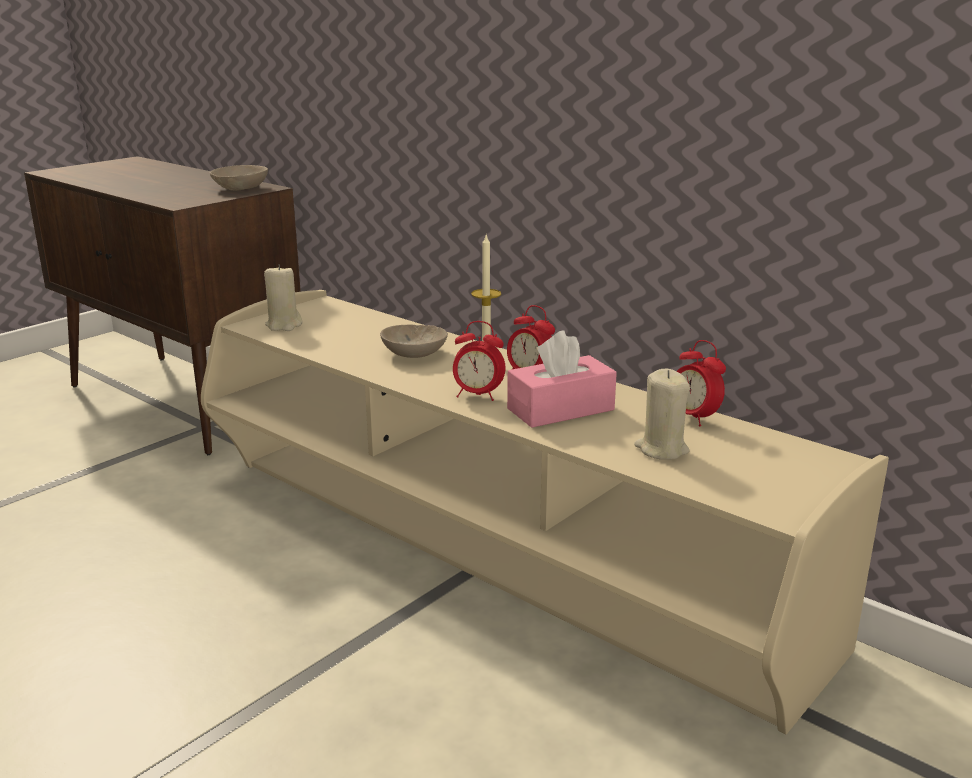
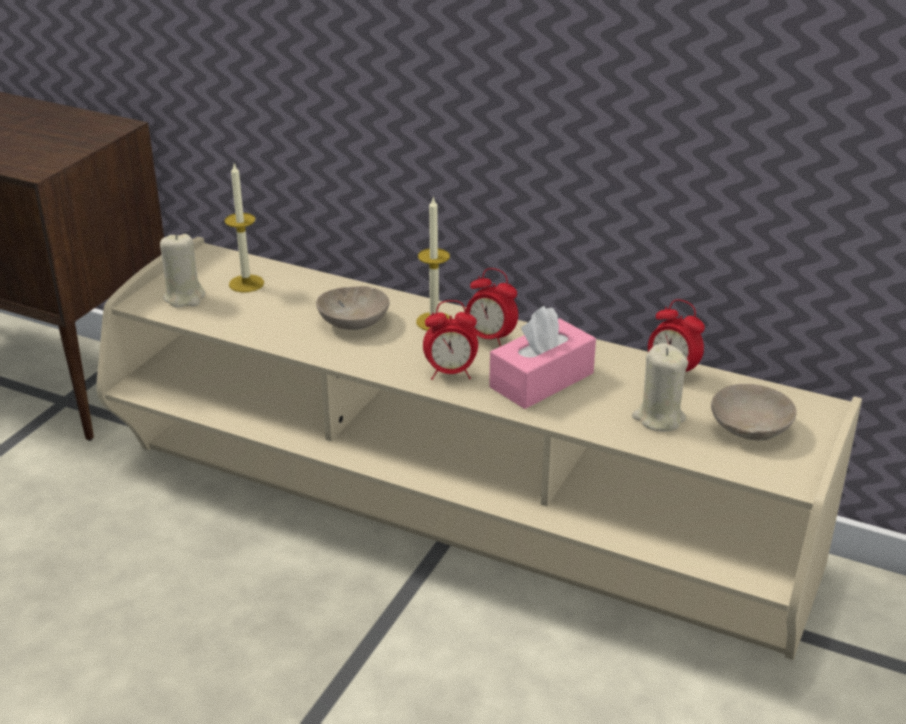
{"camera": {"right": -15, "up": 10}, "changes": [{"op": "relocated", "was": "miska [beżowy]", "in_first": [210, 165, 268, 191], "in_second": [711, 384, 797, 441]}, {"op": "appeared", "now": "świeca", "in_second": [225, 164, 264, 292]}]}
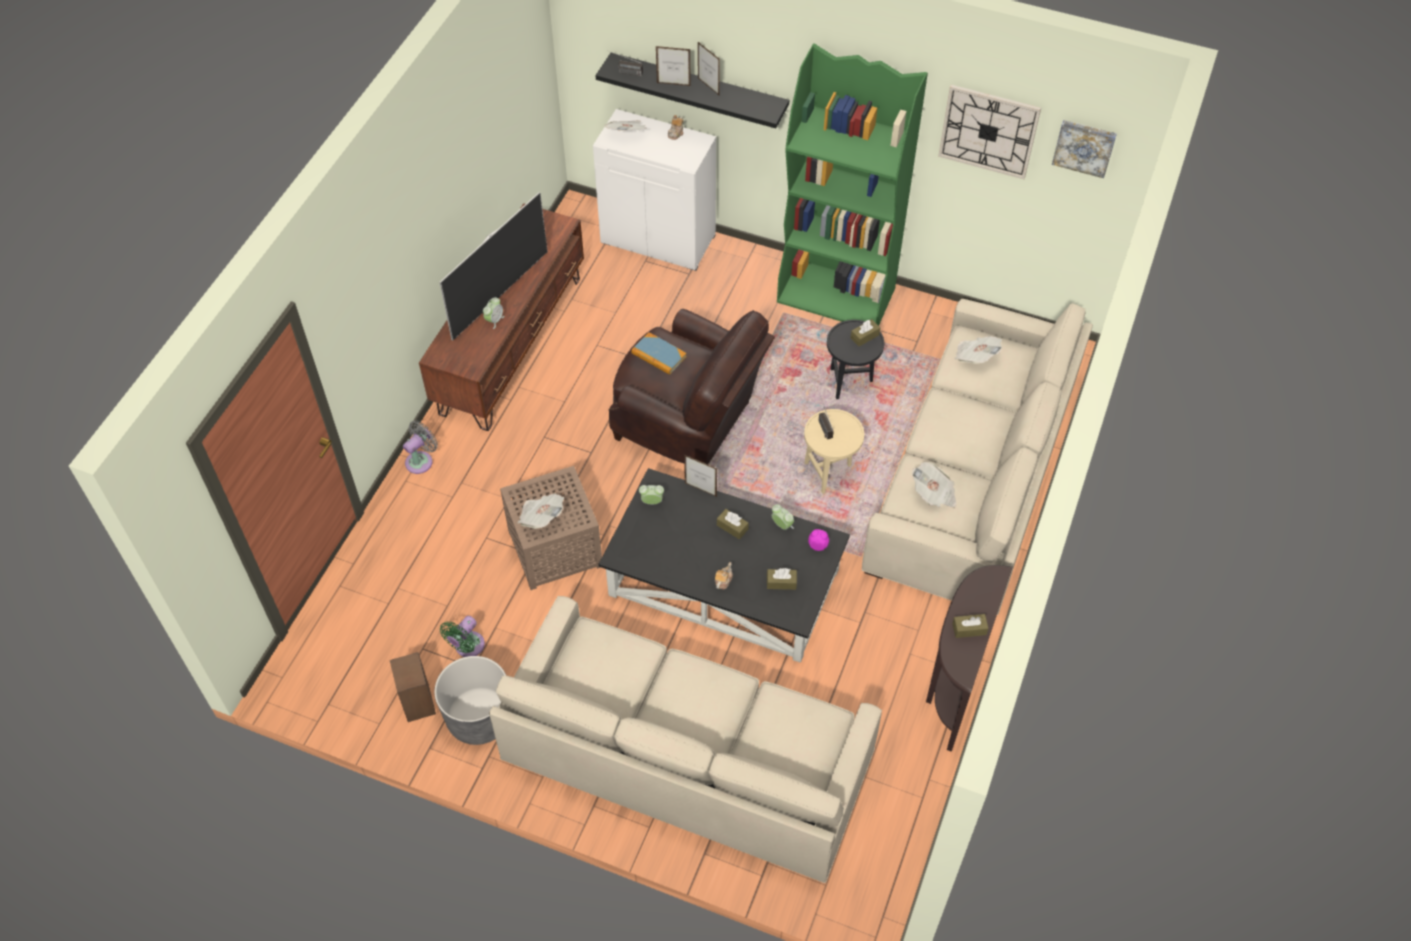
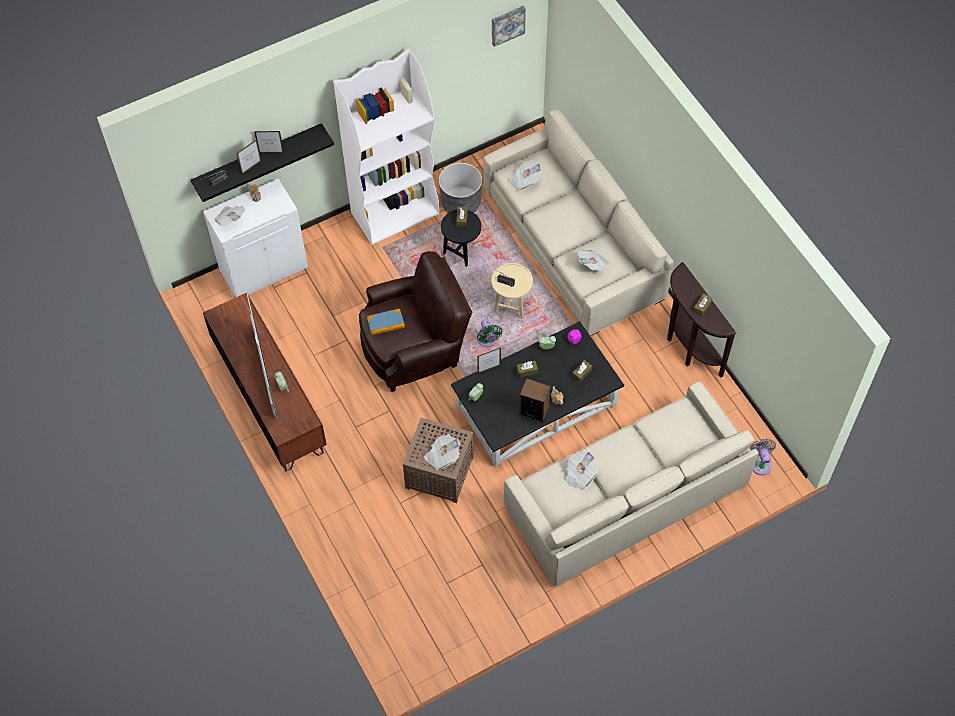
{"camera": {"right": -50, "up": 5}, "changes": [{"op": "relocated", "was": "głośnik", "in_first": [390, 652, 436, 722], "in_second": [519, 378, 550, 423]}, {"op": "relocated", "was": "wentylator [szary]", "in_first": [403, 421, 438, 474], "in_second": [750, 439, 776, 475]}, {"op": "relocated", "was": "donica [szary]", "in_first": [434, 656, 506, 745], "in_second": [439, 163, 482, 213]}, {"op": "relocated", "was": "wentylator [zielony]", "in_first": [440, 616, 485, 657], "in_second": [477, 319, 502, 347]}, {"op": "colour", "was": "regał [zielony]", "now": "regał [biały]", "in_first": [777, 43, 928, 326], "in_second": [333, 49, 439, 245]}, {"op": "missing", "was": "zegar ścienny", "in_first": [938, 85, 1041, 179]}, {"op": "appeared", "now": "gazeta", "in_second": [564, 451, 599, 490]}]}
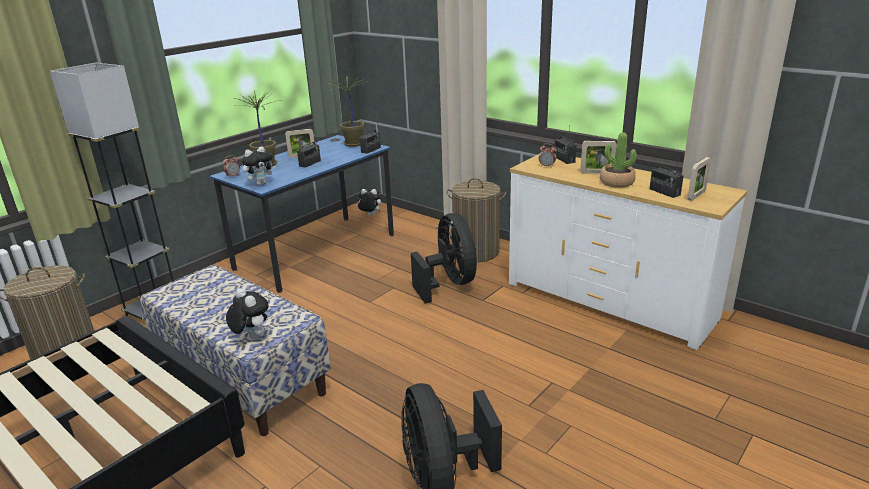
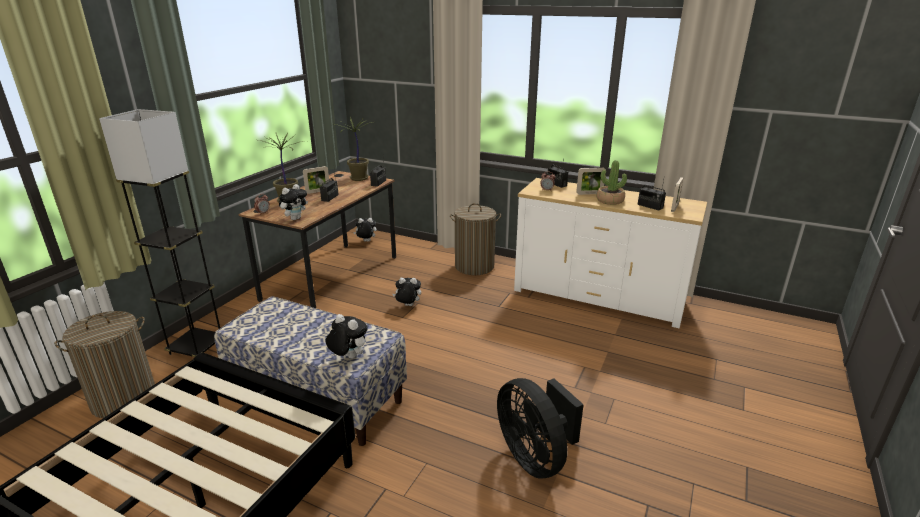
{"camera": {"right": -15, "up": 0}, "changes": [{"op": "colour", "was": "biurko [niebieski]", "now": "biurko [brązowy]", "in_first": [210, 135, 394, 293], "in_second": [238, 171, 396, 308]}, {"op": "missing", "was": "wentylator [czarny]", "in_first": [411, 213, 477, 303]}, {"op": "appeared", "now": "pluszak", "in_second": [393, 278, 421, 306]}]}
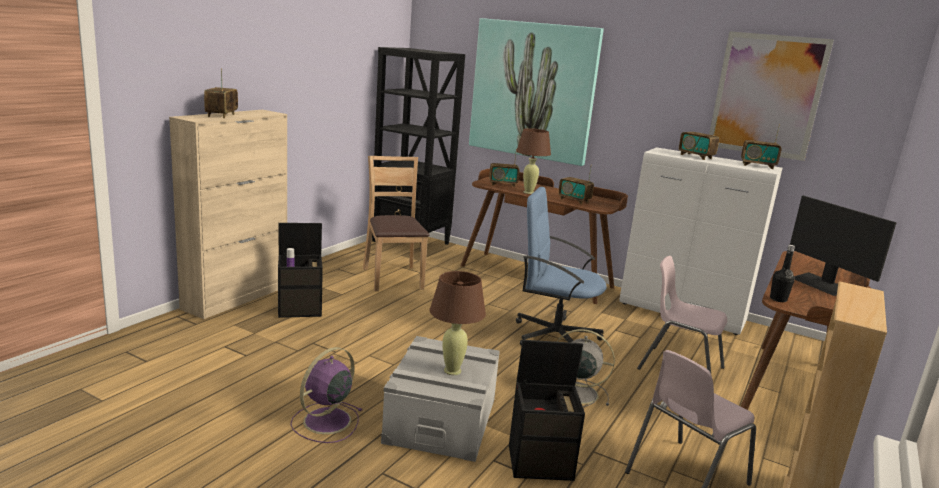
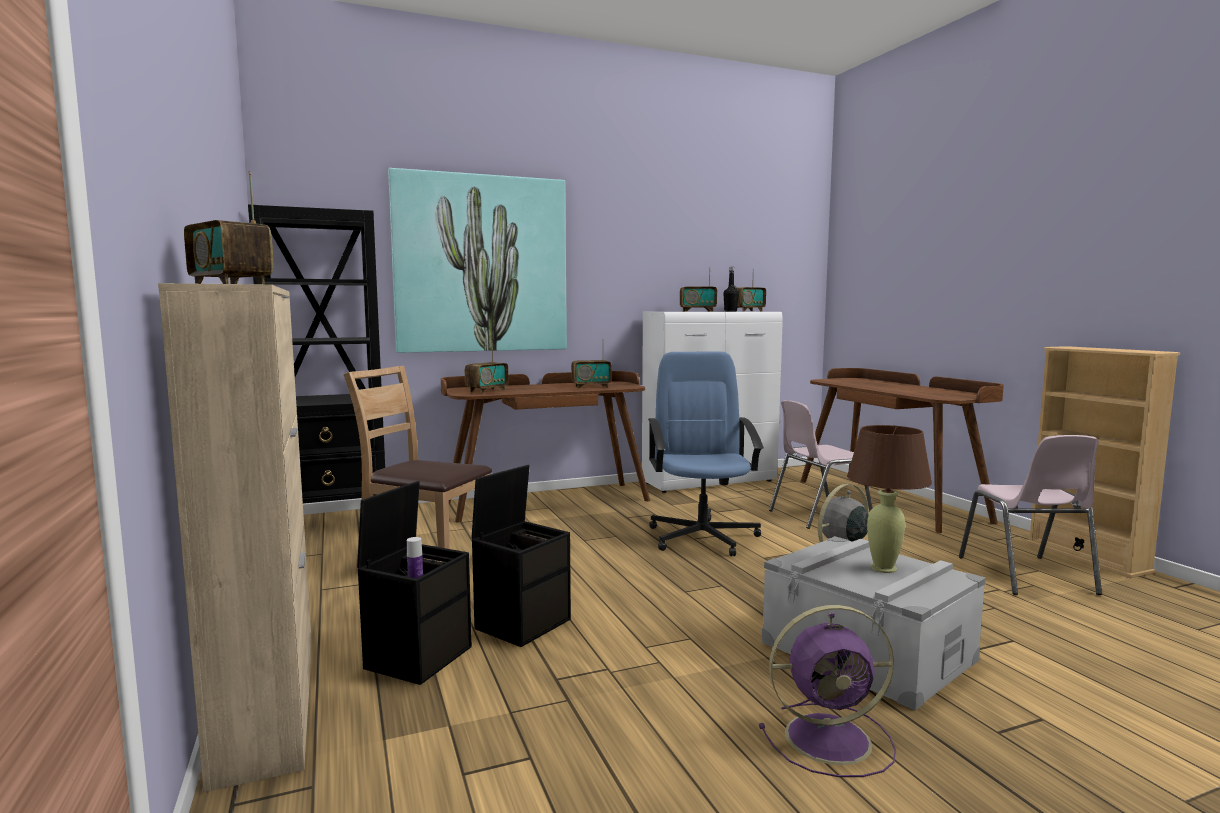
{"camera": {"right": -50, "up": -10}, "changes": [{"op": "spun", "was": "wentylator [fioletowy]", "in_first": [290, 347, 362, 443], "in_second": [759, 605, 896, 777], "clockwise": -75}, {"op": "relocated", "was": "pojemnik do przechowywania [czarny]", "in_first": [509, 340, 585, 481], "in_second": [471, 465, 571, 647]}, {"op": "missing", "was": "lampa stołowa [brązowy]", "in_first": [516, 128, 551, 194]}, {"op": "spun", "was": "krzesło biurowe [niebieski]", "in_first": [516, 187, 607, 346], "in_second": [648, 352, 764, 556], "clockwise": 120}, {"op": "missing", "was": "obraz", "in_first": [709, 31, 834, 161]}, {"op": "relocated", "was": "butelka [czarny]", "in_first": [770, 245, 795, 302], "in_second": [723, 267, 739, 312]}, {"op": "missing", "was": "monitor", "in_first": [790, 196, 897, 296]}]}
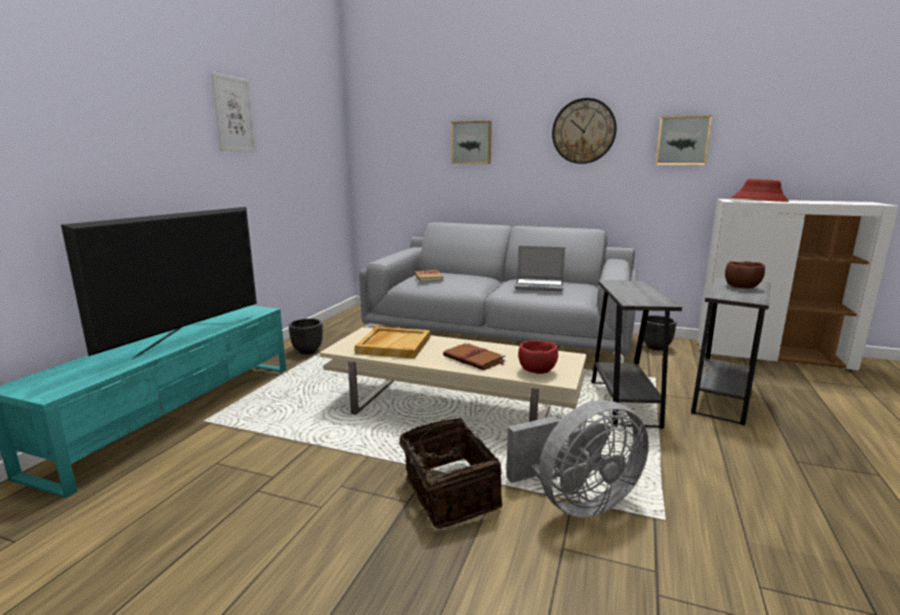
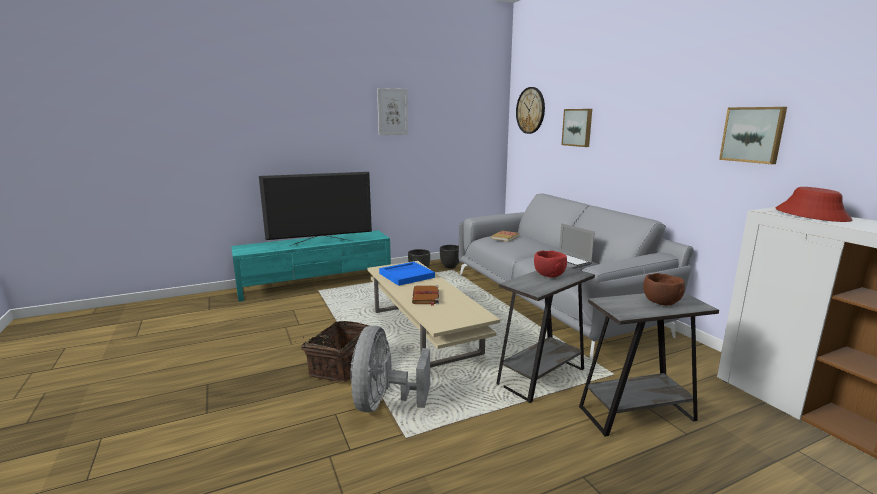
{"camera": {"right": 45, "up": 0}, "changes": [{"op": "colour", "was": "taca [beżowy]", "now": "taca [niebieski]", "in_first": [355, 327, 430, 359], "in_second": [379, 262, 435, 286]}, {"op": "spun", "was": "wentylator [szary]", "in_first": [506, 400, 649, 518], "in_second": [350, 326, 430, 412], "clockwise": 75}, {"op": "relocated", "was": "miska [czerwony]", "in_first": [518, 340, 558, 374], "in_second": [534, 251, 567, 278]}, {"op": "relocated", "was": "zegar ścienny", "in_first": [552, 98, 617, 164], "in_second": [516, 87, 545, 134]}, {"op": "relocated", "was": "donica [czarny]", "in_first": [643, 315, 676, 350], "in_second": [440, 245, 460, 268]}]}
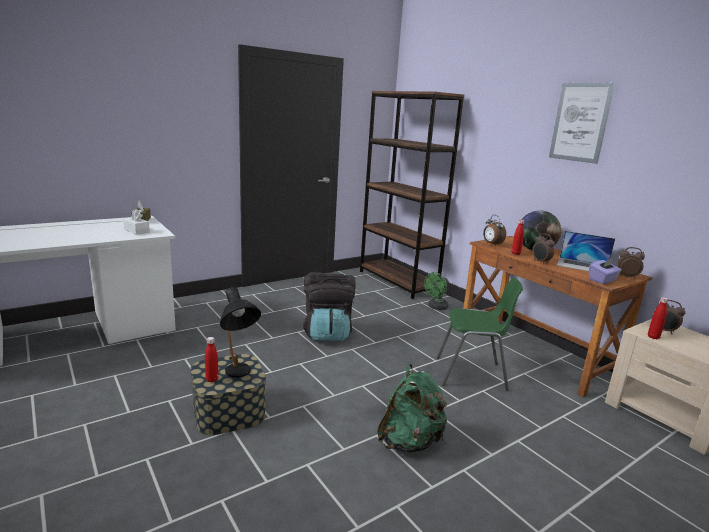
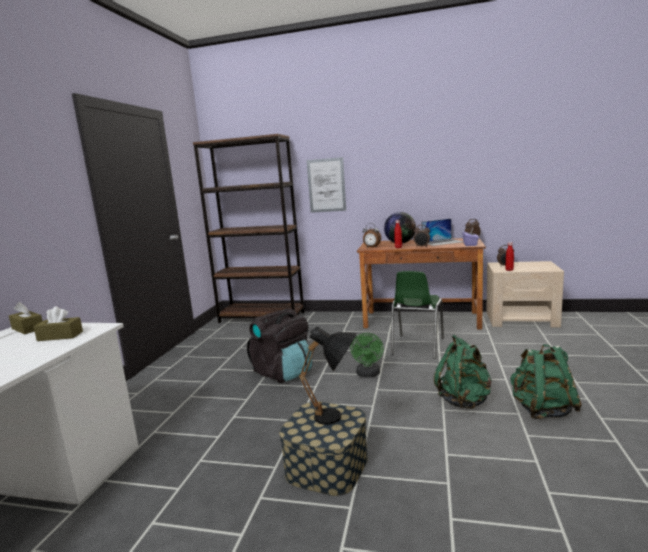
{"camera": {"right": -40, "up": -5}, "changes": [{"op": "colour", "was": "pudełko chusteczek [biały]", "now": "pudełko chusteczek [brązowy]", "in_first": [123, 209, 150, 235], "in_second": [33, 307, 83, 341]}, {"op": "missing", "was": "butelka [czerwony]", "in_first": [205, 337, 219, 382]}, {"op": "relocated", "was": "wentylator [zielony]", "in_first": [424, 272, 449, 310], "in_second": [350, 333, 384, 377]}, {"op": "spun", "was": "krzesło [zielony]", "in_first": [437, 277, 523, 391], "in_second": [391, 271, 444, 359], "clockwise": 150}, {"op": "relocated", "was": "obraz", "in_first": [549, 82, 615, 164], "in_second": [306, 157, 346, 213]}, {"op": "appeared", "now": "plecak [zielony]", "in_second": [510, 344, 582, 419]}]}
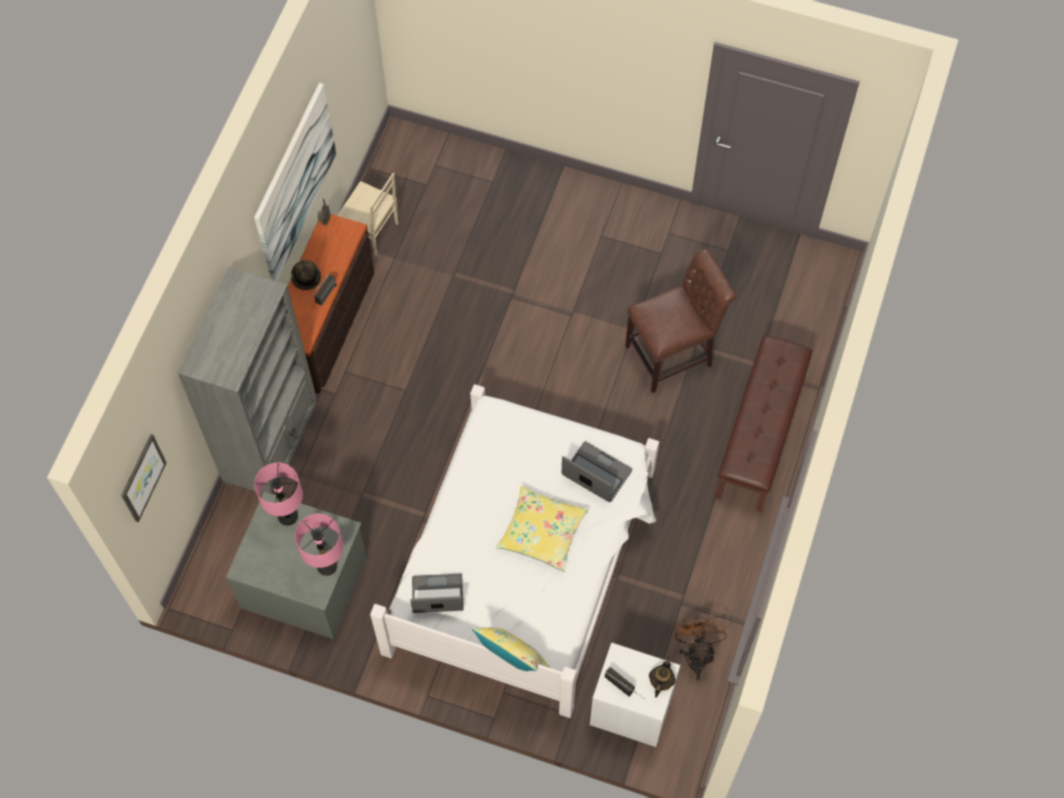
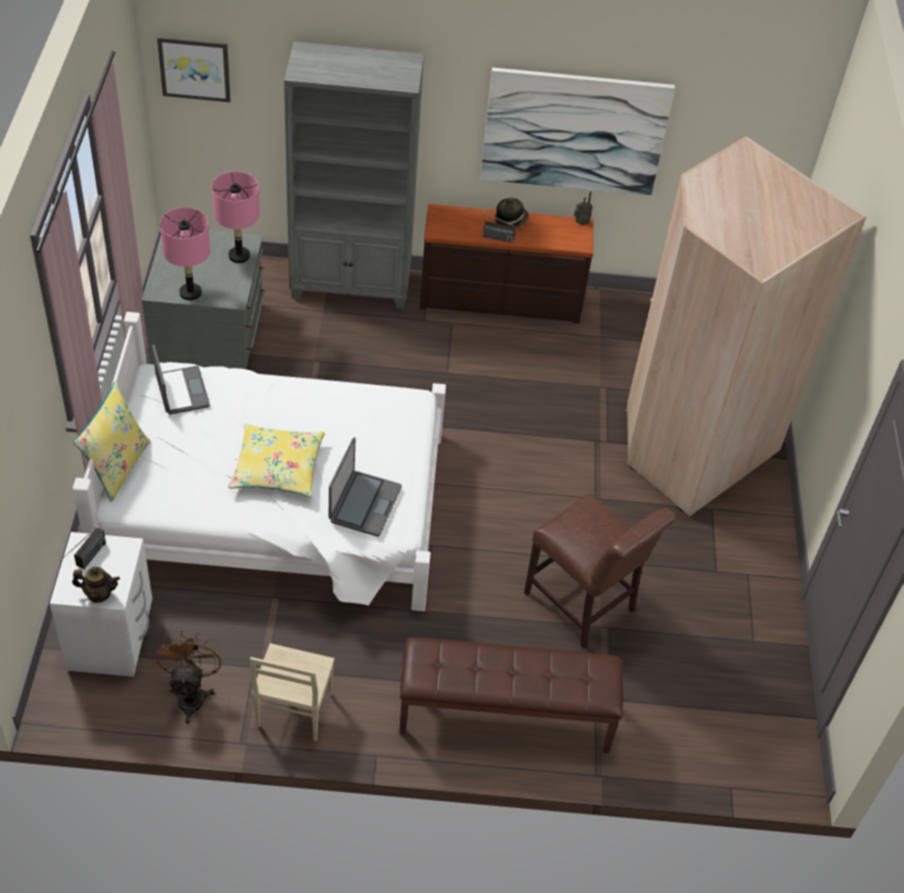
{"camera": {"right": 70, "up": -15}, "changes": [{"op": "relocated", "was": "krzesło [beżowy]", "in_first": [337, 173, 399, 257], "in_second": [250, 643, 335, 741]}, {"op": "spun", "was": "wentylator [brązowy]", "in_first": [675, 617, 727, 680], "in_second": [156, 631, 223, 724], "clockwise": -75}, {"op": "appeared", "now": "szafa [beżowy]", "in_second": [626, 136, 866, 516]}]}
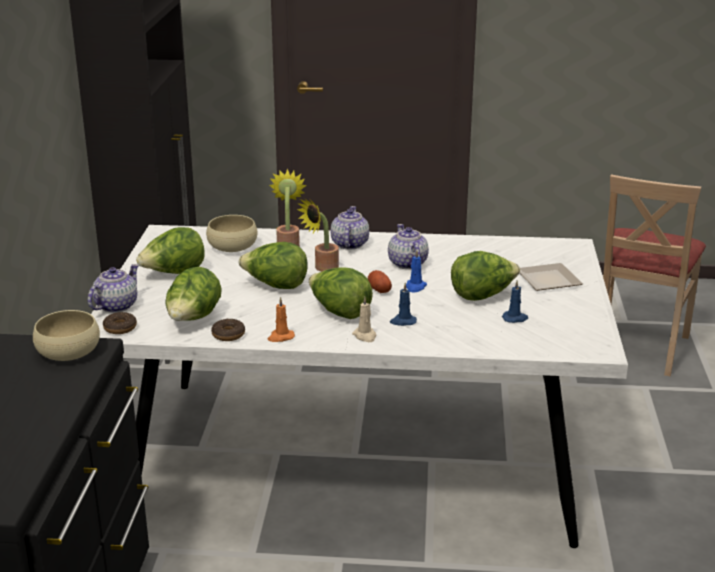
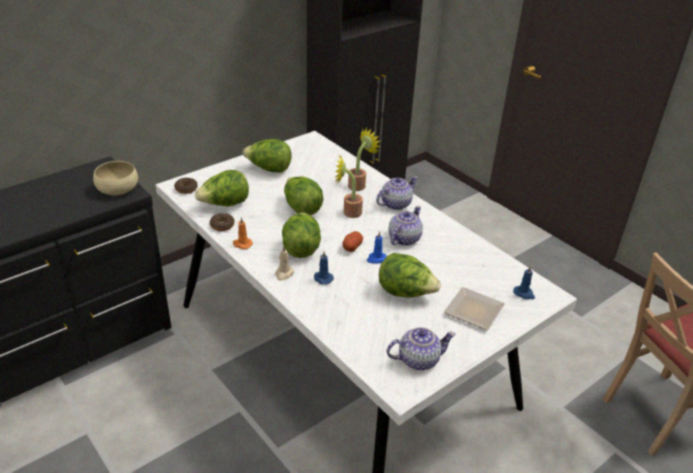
{"camera": {"right": 45, "up": 10}, "changes": [{"op": "relocated", "was": "imbryk", "in_first": [88, 264, 139, 313], "in_second": [387, 327, 456, 370]}, {"op": "missing", "was": "miska [beżowy]", "in_first": [206, 215, 258, 252]}, {"op": "relocated", "was": "świeca [niebieski]", "in_first": [502, 280, 528, 323], "in_second": [513, 265, 535, 299]}]}
